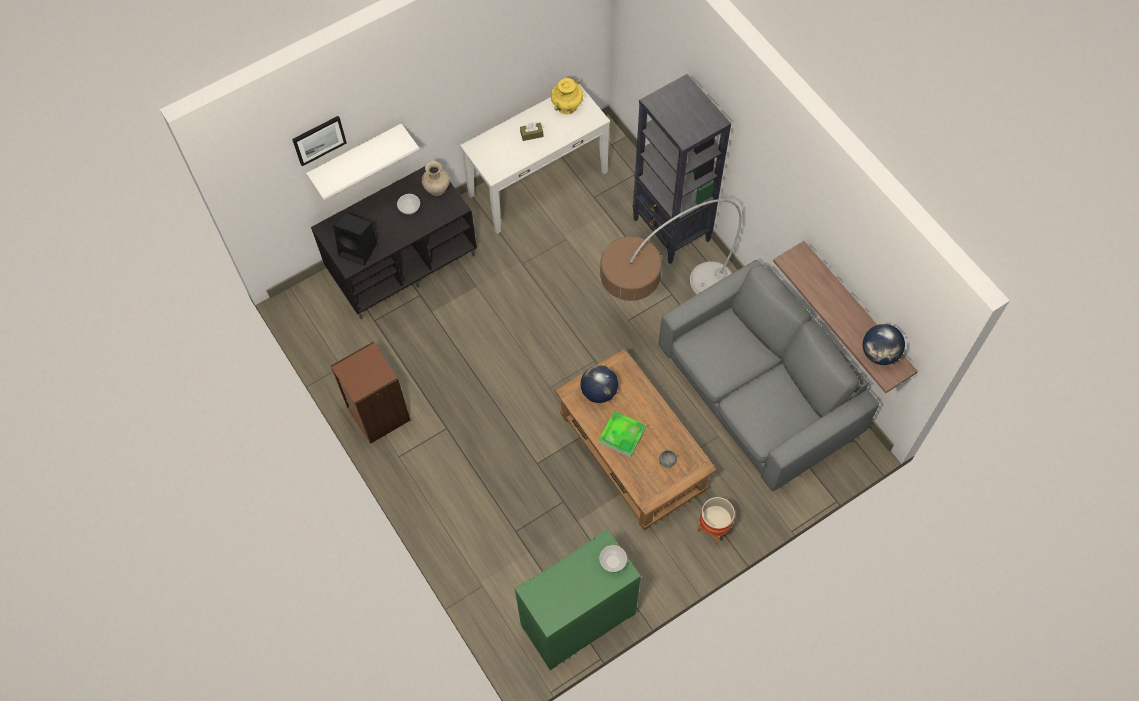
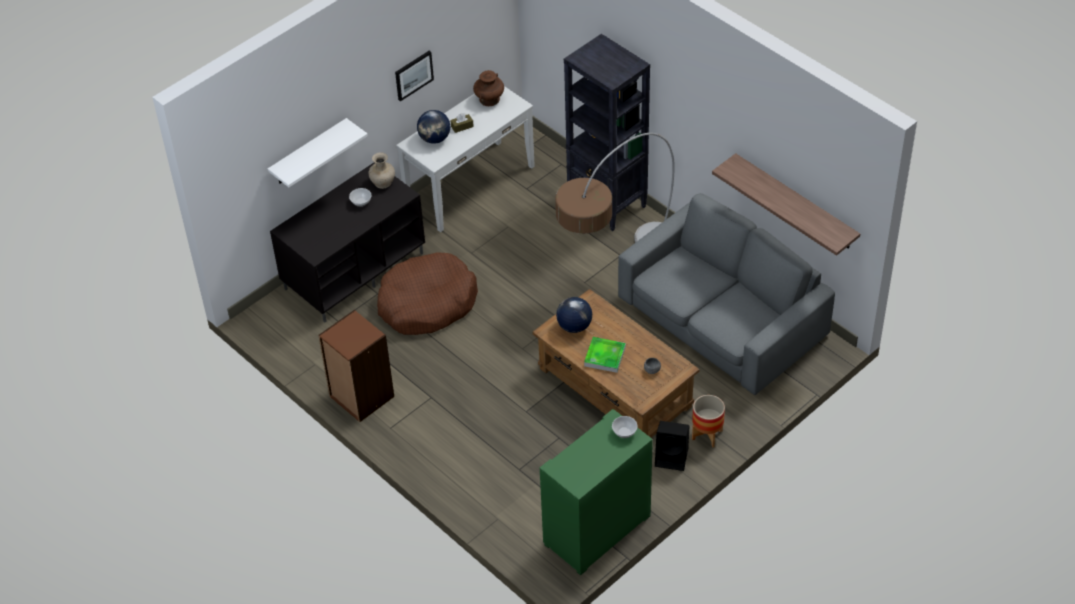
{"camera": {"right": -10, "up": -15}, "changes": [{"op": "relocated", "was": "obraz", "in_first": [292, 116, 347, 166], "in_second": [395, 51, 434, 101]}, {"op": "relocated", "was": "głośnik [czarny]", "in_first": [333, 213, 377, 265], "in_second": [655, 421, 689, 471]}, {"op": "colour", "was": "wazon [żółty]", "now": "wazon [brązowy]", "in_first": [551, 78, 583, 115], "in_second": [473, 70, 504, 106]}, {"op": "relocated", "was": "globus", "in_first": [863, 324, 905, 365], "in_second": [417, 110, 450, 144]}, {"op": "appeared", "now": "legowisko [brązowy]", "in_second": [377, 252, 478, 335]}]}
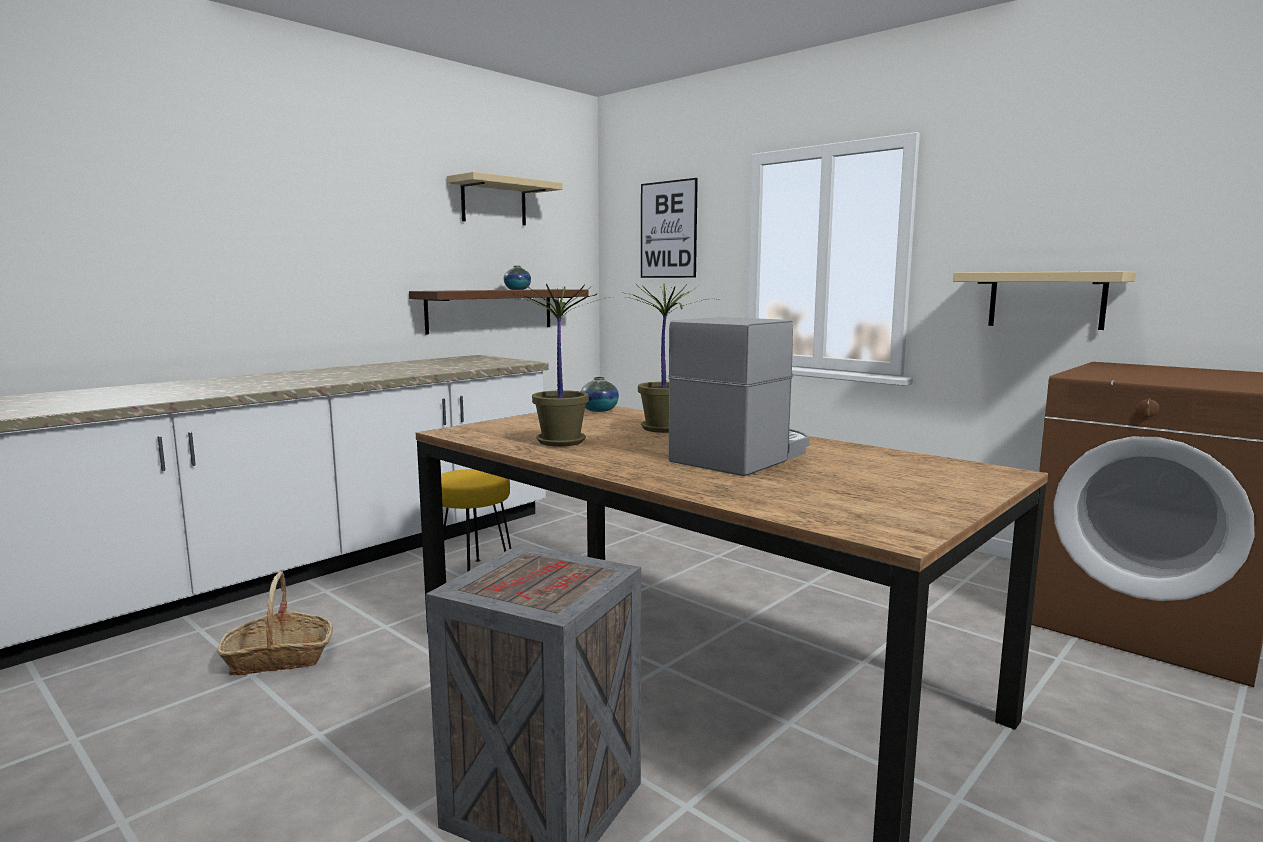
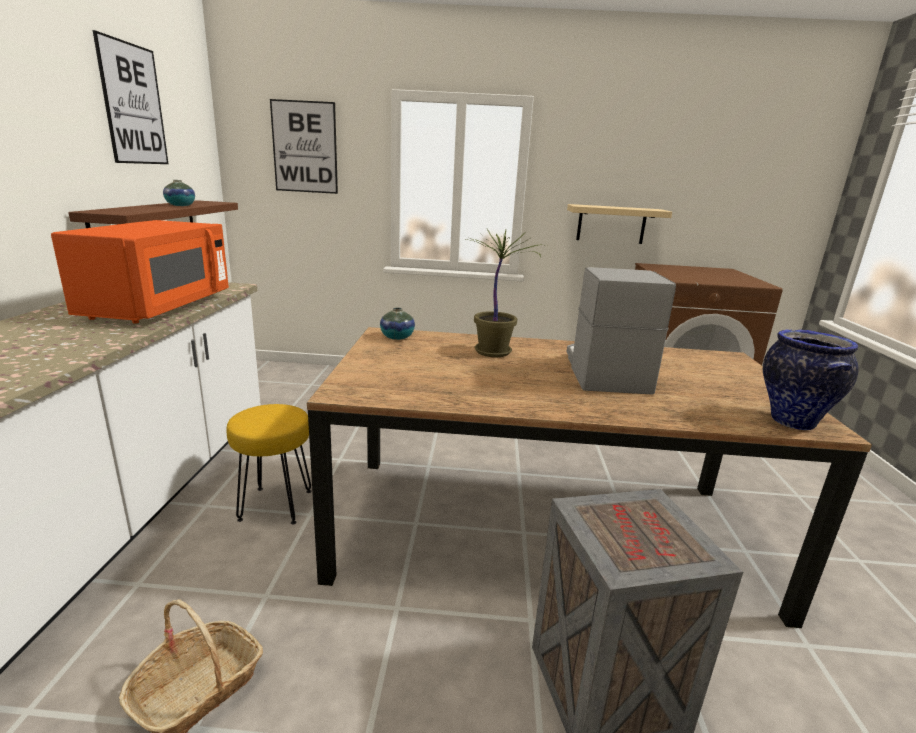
{"camera": {"right": -40, "up": 10}, "changes": [{"op": "exchanged", "was": "półka [beżowy]", "now": "obraz", "in_first": [447, 172, 562, 226], "in_second": [93, 30, 169, 164]}, {"op": "missing", "was": "roślina doniczkowa", "in_first": [513, 284, 610, 447]}, {"op": "appeared", "now": "mikrofalówka [pomarańczowy]", "in_second": [51, 220, 229, 324]}, {"op": "appeared", "now": "wazon", "in_second": [763, 329, 858, 430]}]}
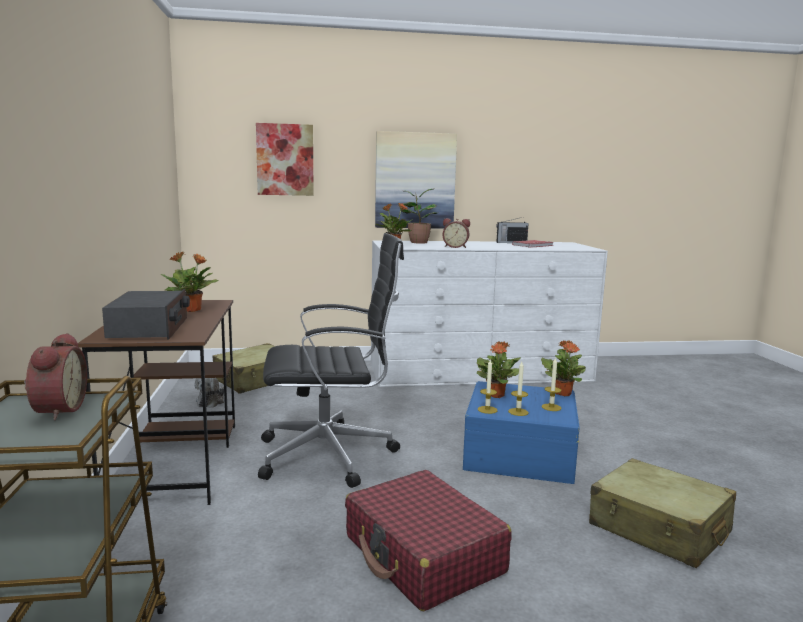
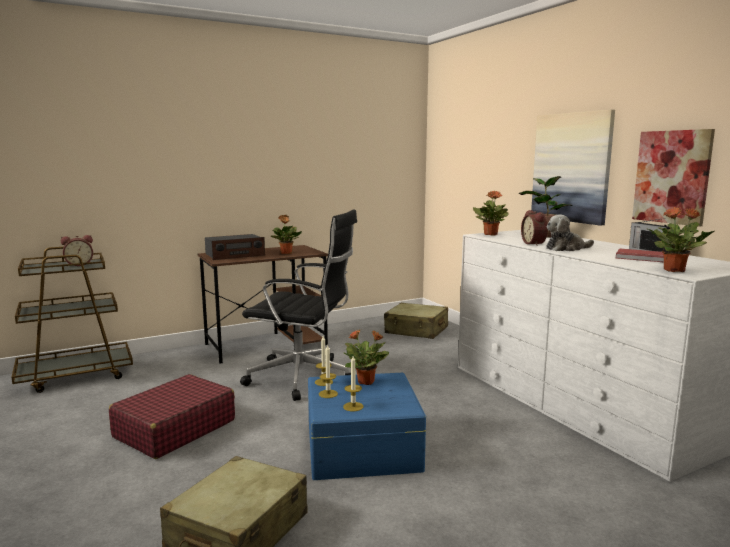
{"camera": {"right": 70, "up": 0}, "changes": [{"op": "relocated", "was": "pluszak", "in_first": [195, 378, 224, 408], "in_second": [546, 215, 594, 251]}, {"op": "relocated", "was": "obraz", "in_first": [256, 123, 314, 196], "in_second": [632, 129, 715, 227]}, {"op": "spun", "was": "krzesło biurowe [czarny]", "in_first": [258, 233, 404, 488], "in_second": [240, 209, 357, 401], "clockwise": -45}, {"op": "relocated", "was": "roślina doniczkowa", "in_first": [541, 340, 586, 396], "in_second": [648, 207, 715, 272]}]}
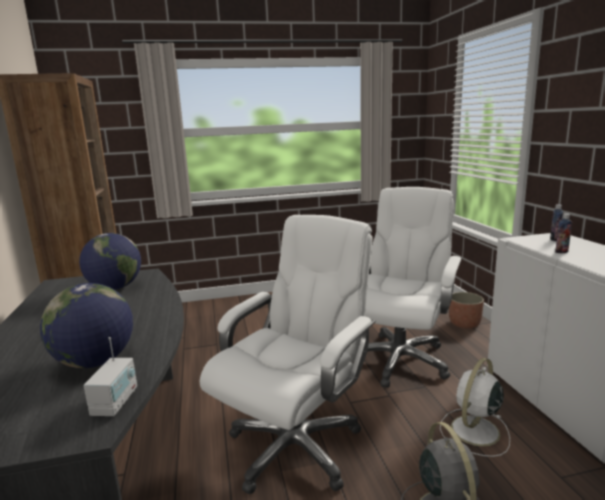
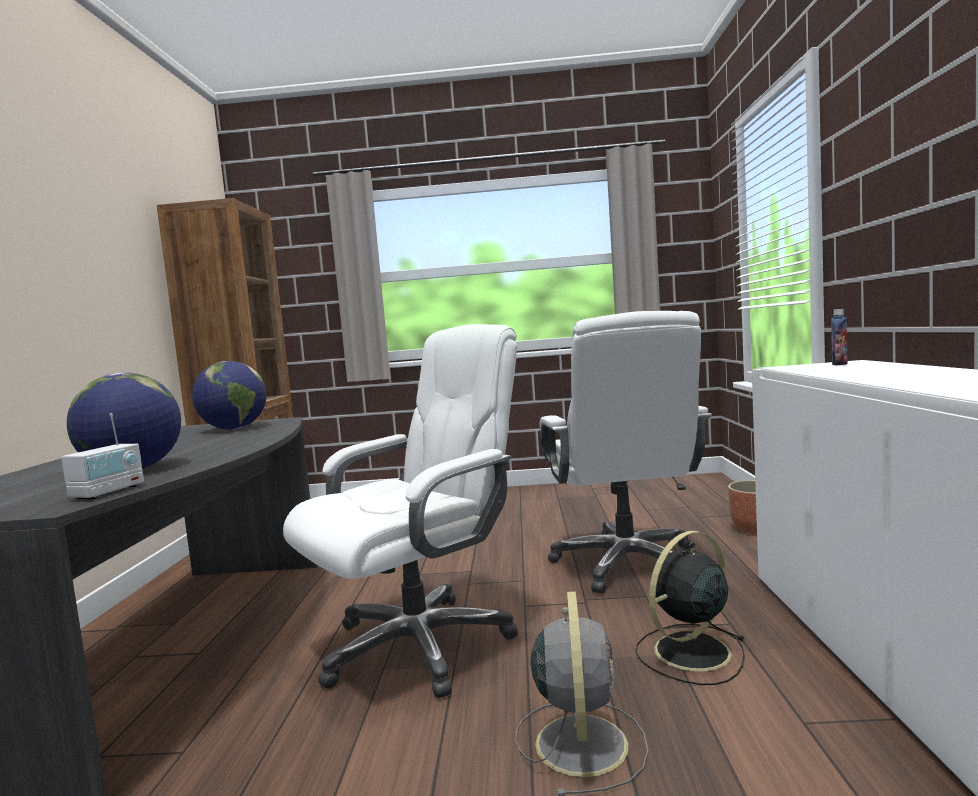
{"camera": {"right": 15, "up": -10}, "changes": [{"op": "spun", "was": "krzesło biurowe [biały]", "in_first": [365, 187, 461, 388], "in_second": [539, 311, 712, 593], "clockwise": 135}, {"op": "colour", "was": "wentylator [biały]", "now": "wentylator [czarny]", "in_first": [440, 358, 510, 457], "in_second": [636, 531, 745, 685]}, {"op": "missing", "was": "butelka", "in_first": [555, 213, 572, 253]}]}
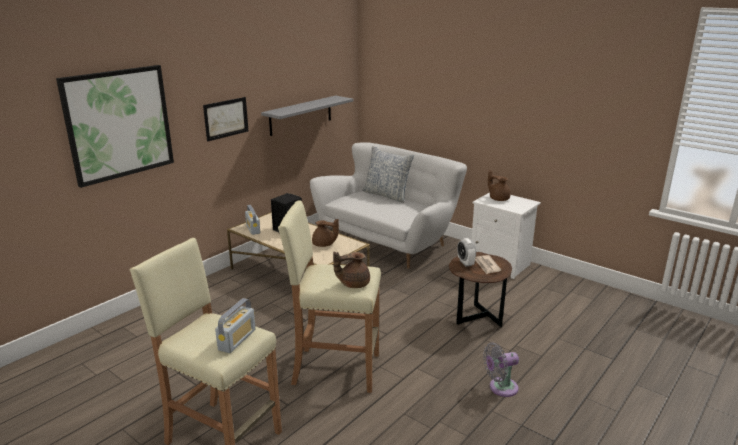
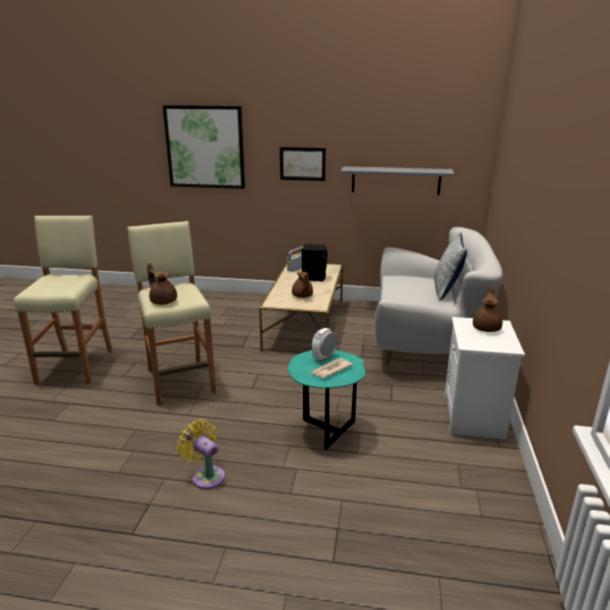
{"camera": {"right": 60, "up": 0}, "changes": [{"op": "missing", "was": "radio", "in_first": [215, 298, 256, 353]}, {"op": "colour", "was": "stolik [brązowy]", "now": "stolik [turkusowy]", "in_first": [449, 252, 512, 327], "in_second": [288, 350, 366, 450]}, {"op": "colour", "was": "wentylator [szary]", "now": "wentylator [żółty]", "in_first": [483, 343, 519, 397], "in_second": [177, 419, 225, 489]}]}
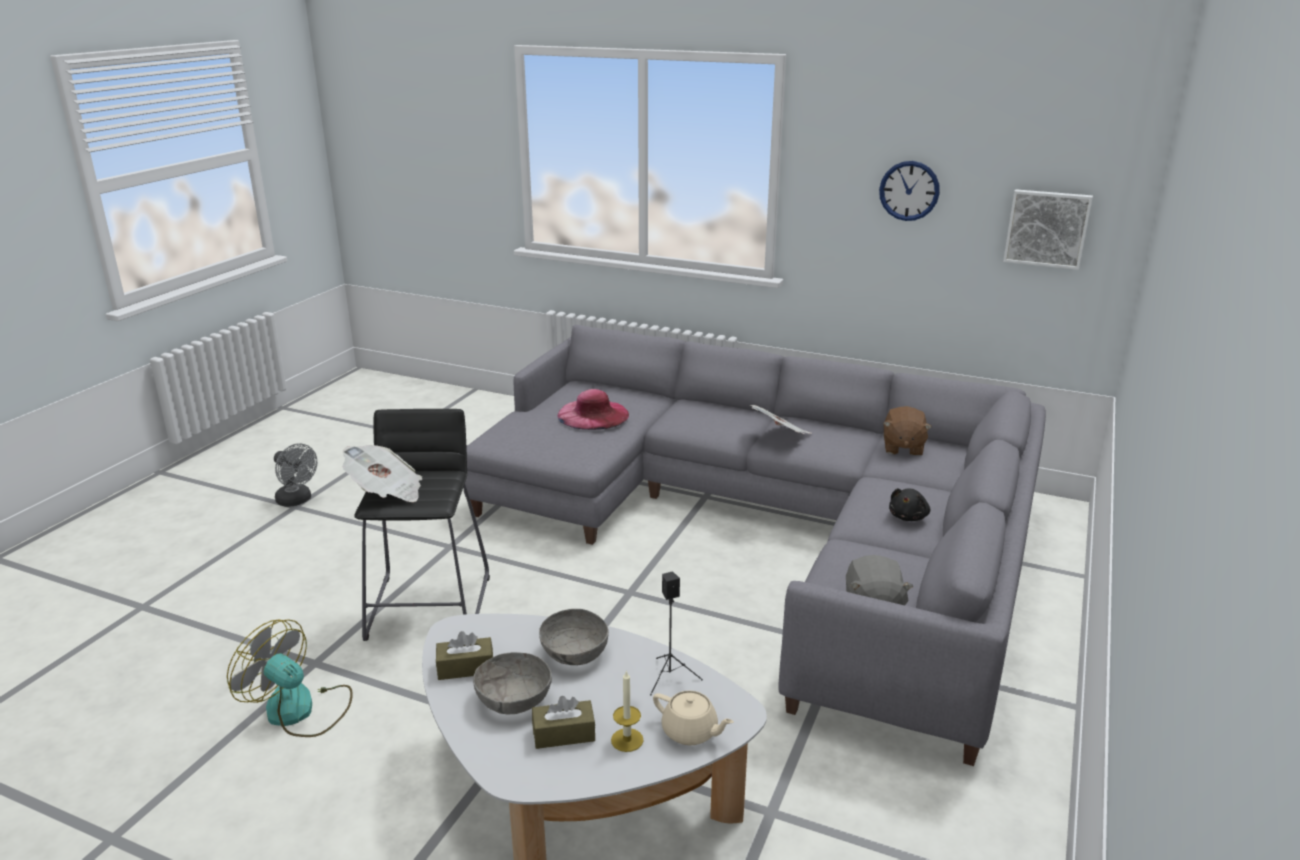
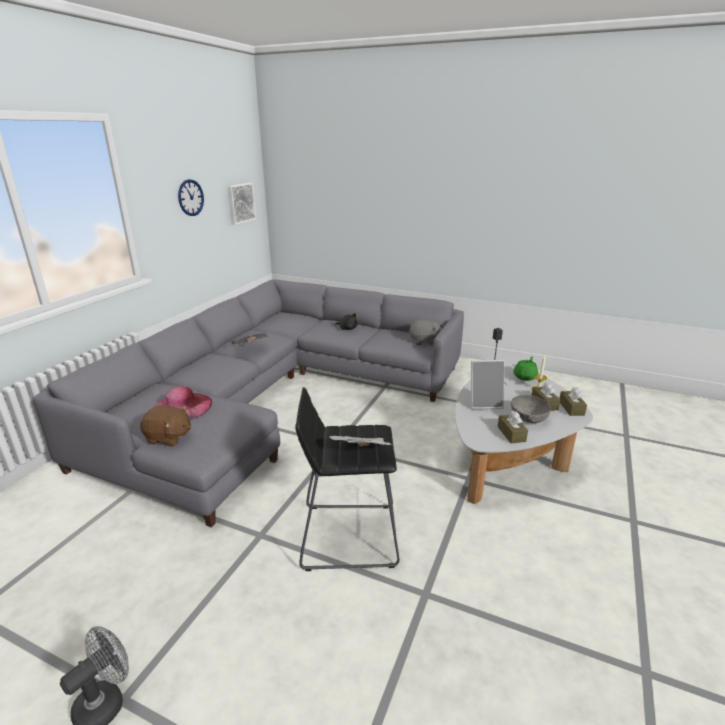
{"camera": {"right": -90, "up": 0}, "changes": [{"op": "missing", "was": "wentylator", "in_first": [227, 619, 353, 737]}, {"op": "exchanged", "was": "miska [szary]", "now": "ramka na zdjęcie", "in_first": [539, 609, 609, 665], "in_second": [471, 360, 504, 409]}, {"op": "colour", "was": "imbryk [beżowy]", "now": "imbryk [zielony]", "in_first": [653, 691, 734, 745], "in_second": [513, 357, 538, 381]}, {"op": "relocated", "was": "pluszak [brązowy]", "in_first": [884, 406, 932, 455], "in_second": [140, 405, 191, 447]}, {"op": "appeared", "now": "pudełko chusteczek [brązowy]", "in_second": [559, 387, 587, 416]}]}
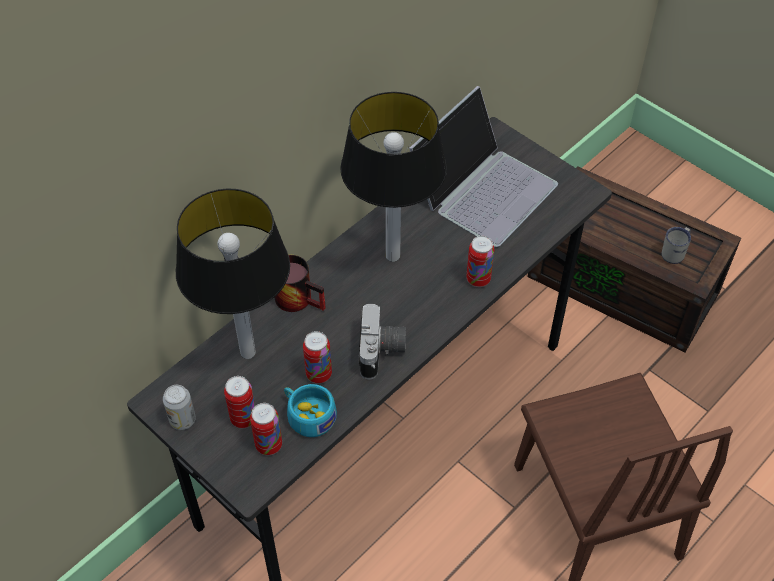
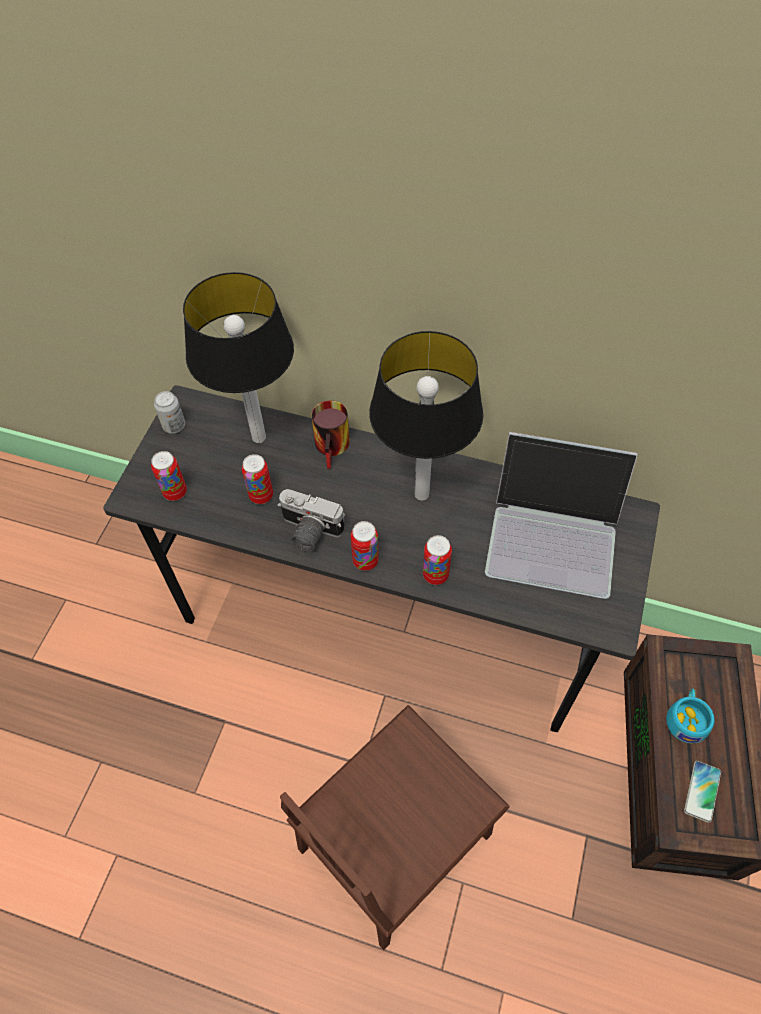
{"camera": {"right": 65, "up": 5}, "changes": [{"op": "relocated", "was": "puszka", "in_first": [224, 376, 255, 428], "in_second": [351, 521, 379, 571]}, {"op": "relocated", "was": "filiżanka [turkusowy]", "in_first": [284, 384, 337, 437], "in_second": [666, 689, 715, 744]}, {"op": "spun", "was": "aparat fotograficzny", "in_first": [358, 304, 406, 380], "in_second": [277, 489, 345, 551], "clockwise": 45}, {"op": "exchanged", "was": "kubek [biały]", "now": "telefon", "in_first": [662, 227, 691, 264], "in_second": [684, 761, 721, 823]}]}
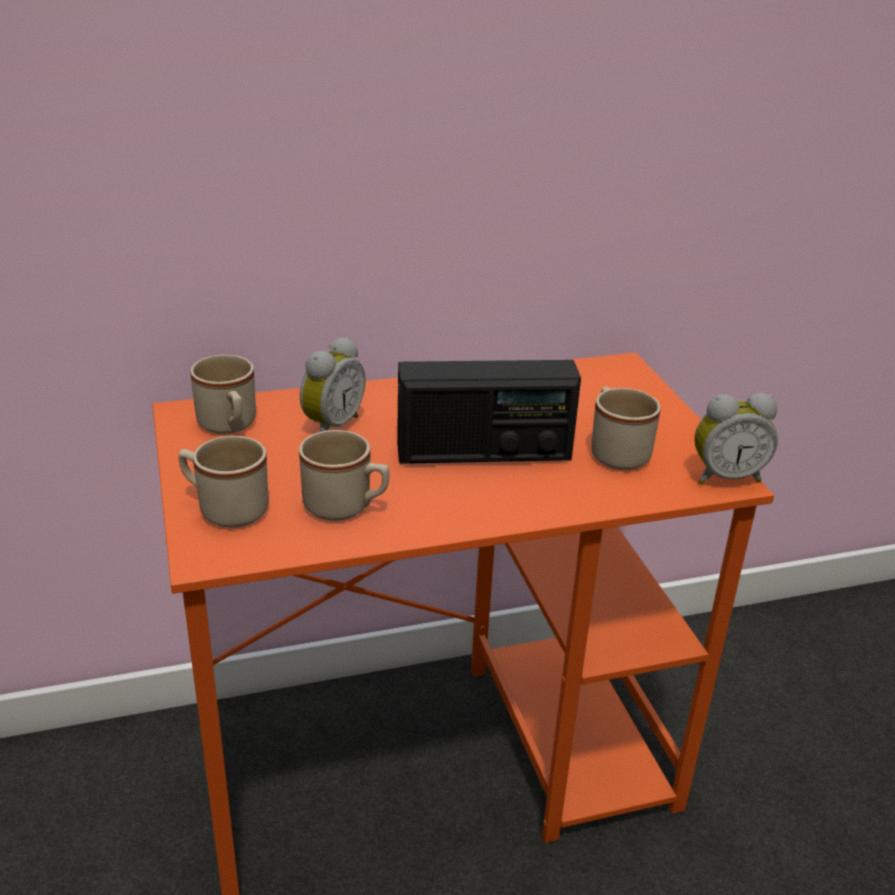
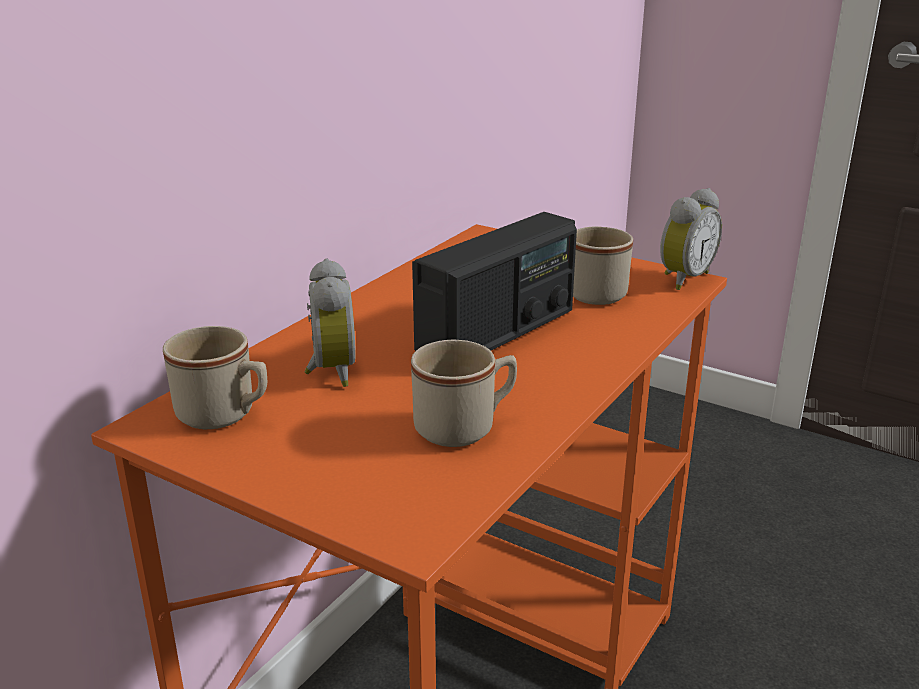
{"camera": {"right": -40, "up": -5}, "changes": [{"op": "missing", "was": "kubek [beżowy]", "in_first": [178, 436, 268, 527]}]}
